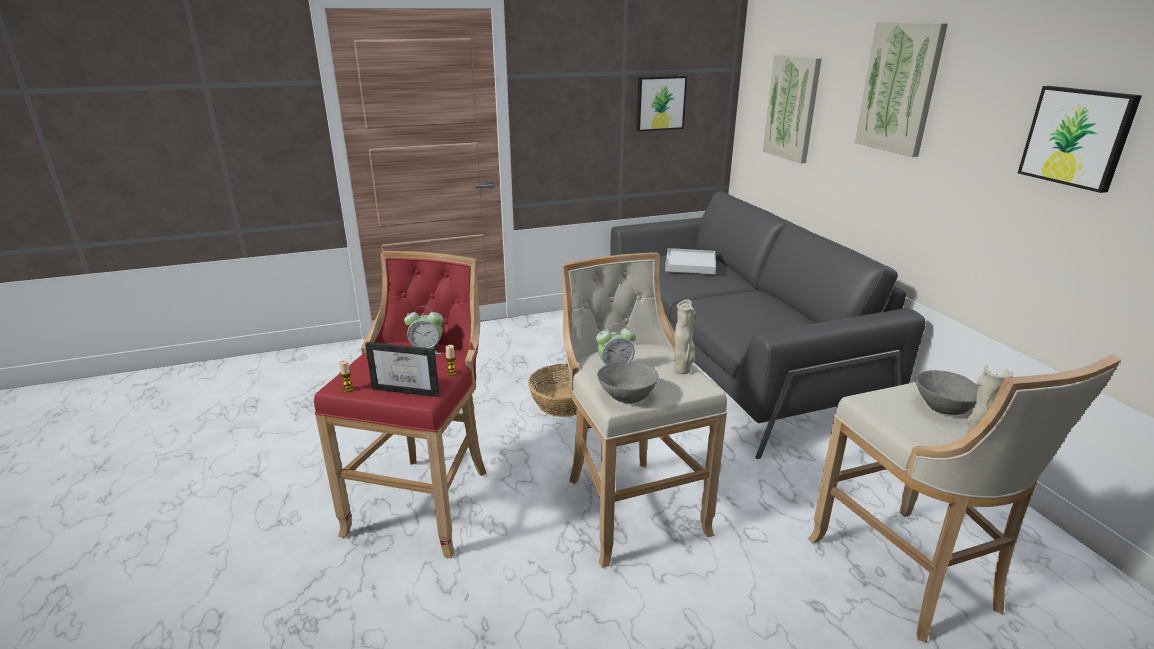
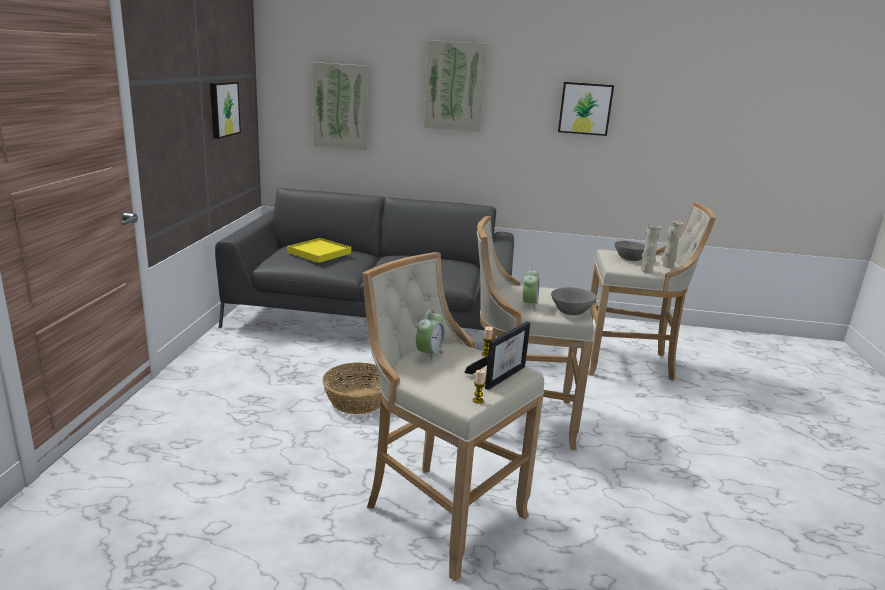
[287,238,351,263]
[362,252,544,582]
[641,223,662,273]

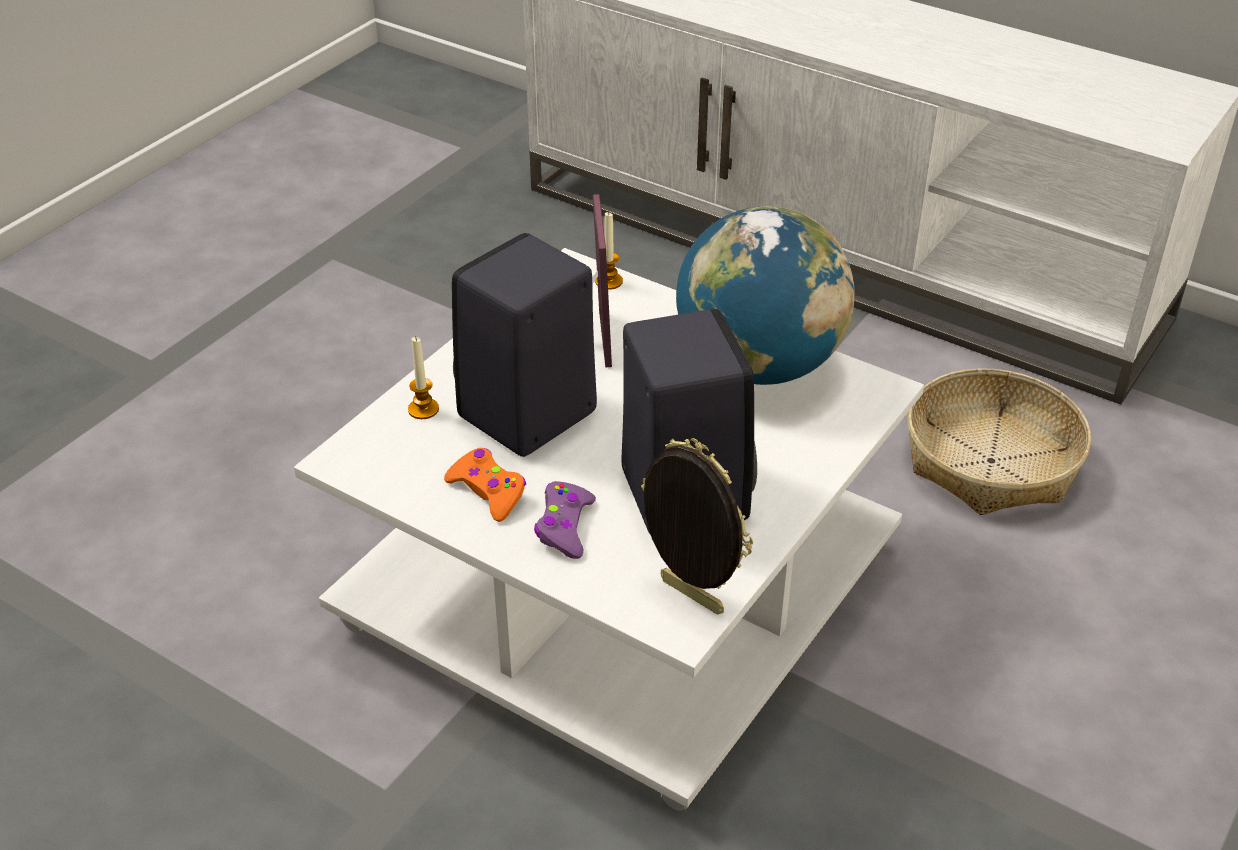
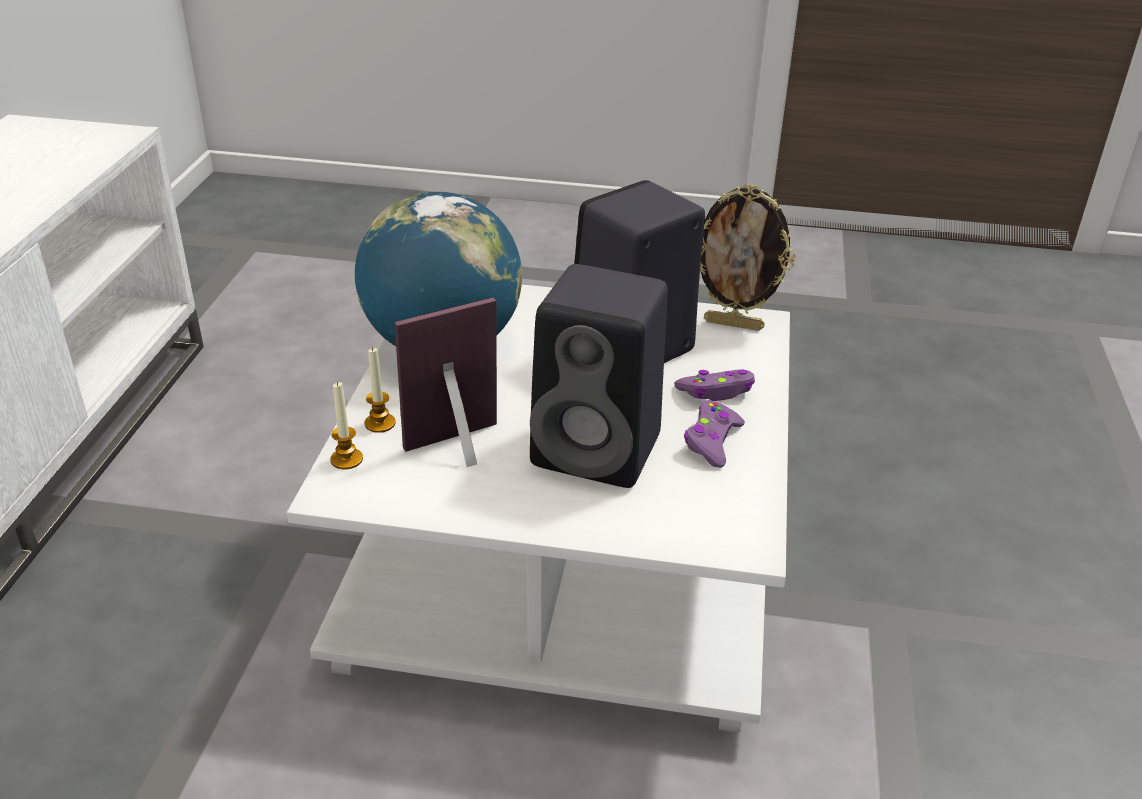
[365,347,396,433]
[684,400,745,468]
[700,184,796,331]
[907,368,1091,515] (first image)

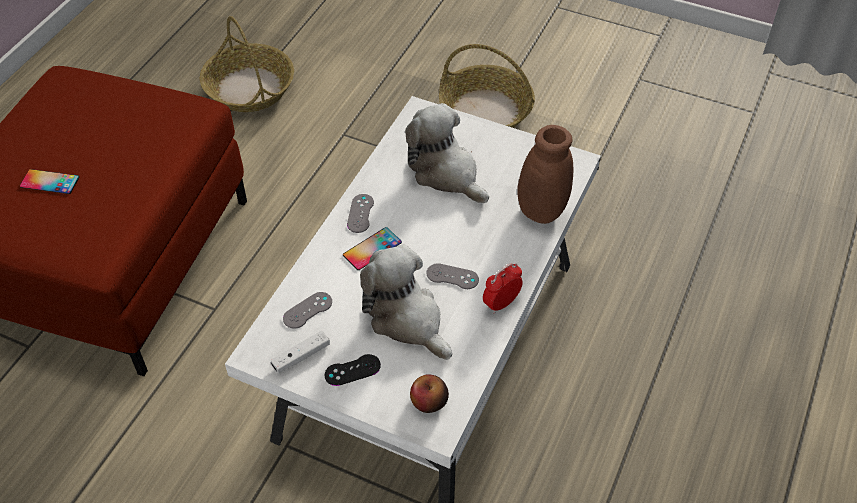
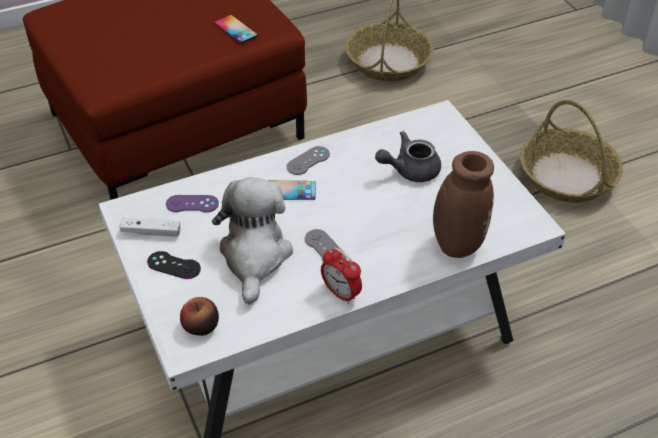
[166,195,219,212]
[215,15,258,43]
[321,247,362,304]
[375,131,441,182]

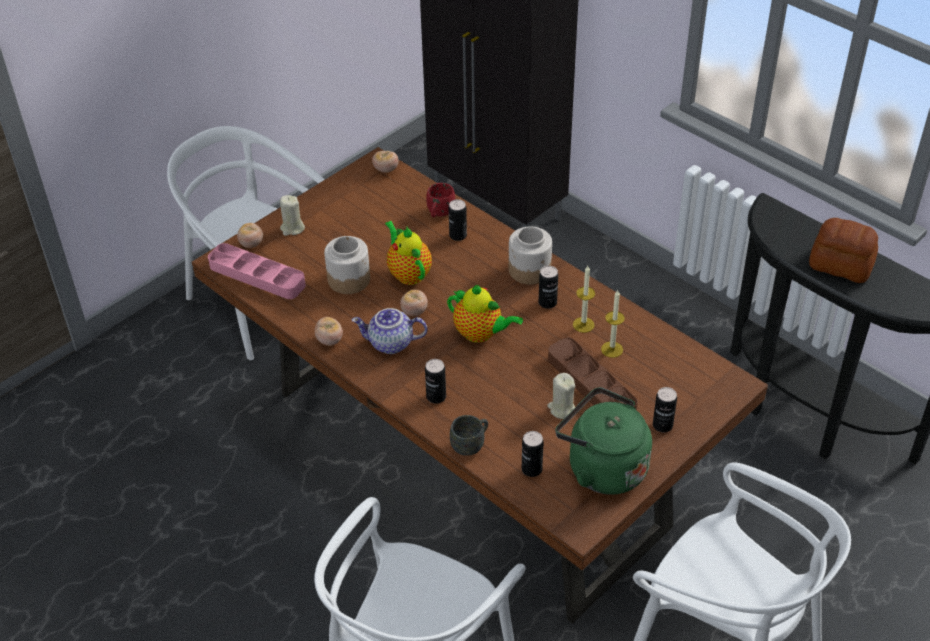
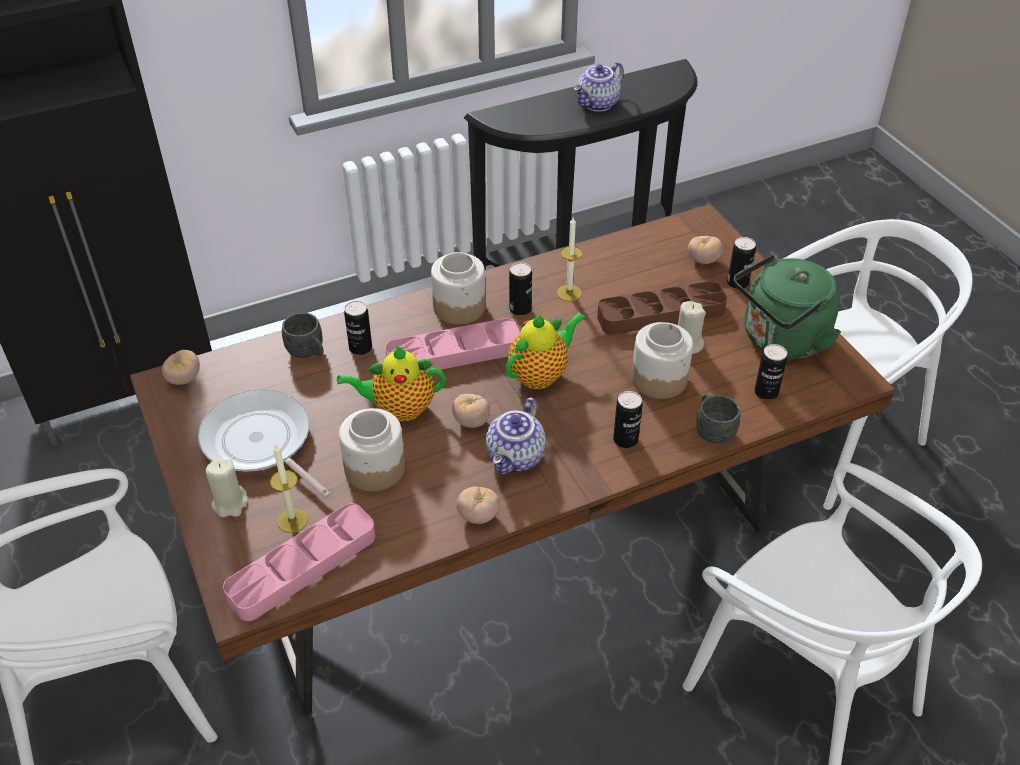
[198,389,331,498]
[270,443,308,533]
[282,312,324,358]
[386,318,520,370]
[574,62,624,112]
[632,322,693,399]
[688,236,723,264]

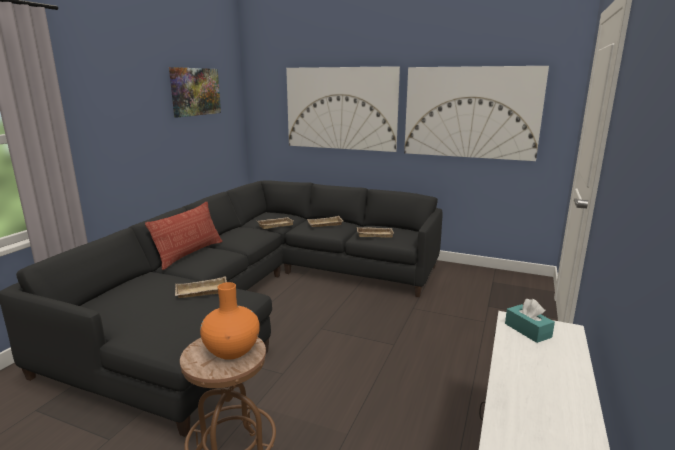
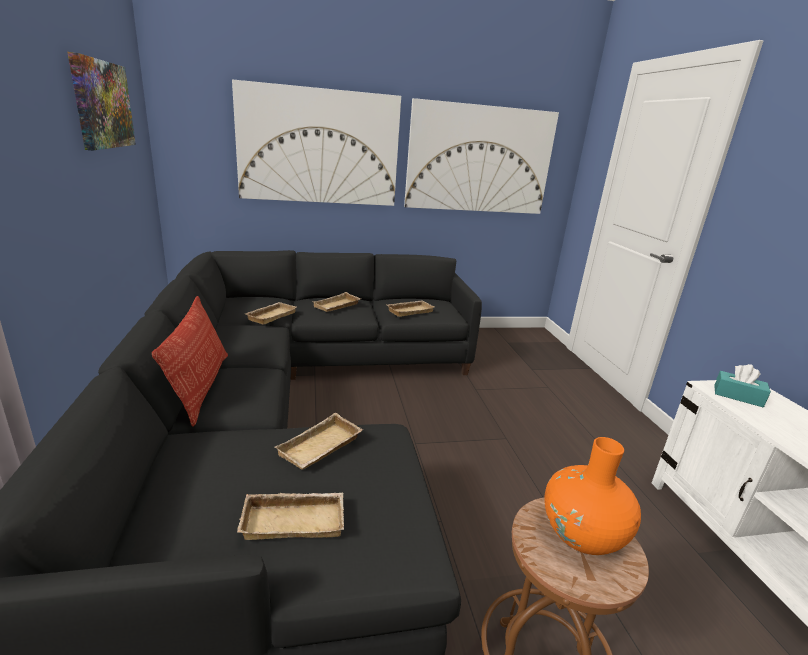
[237,493,344,540]

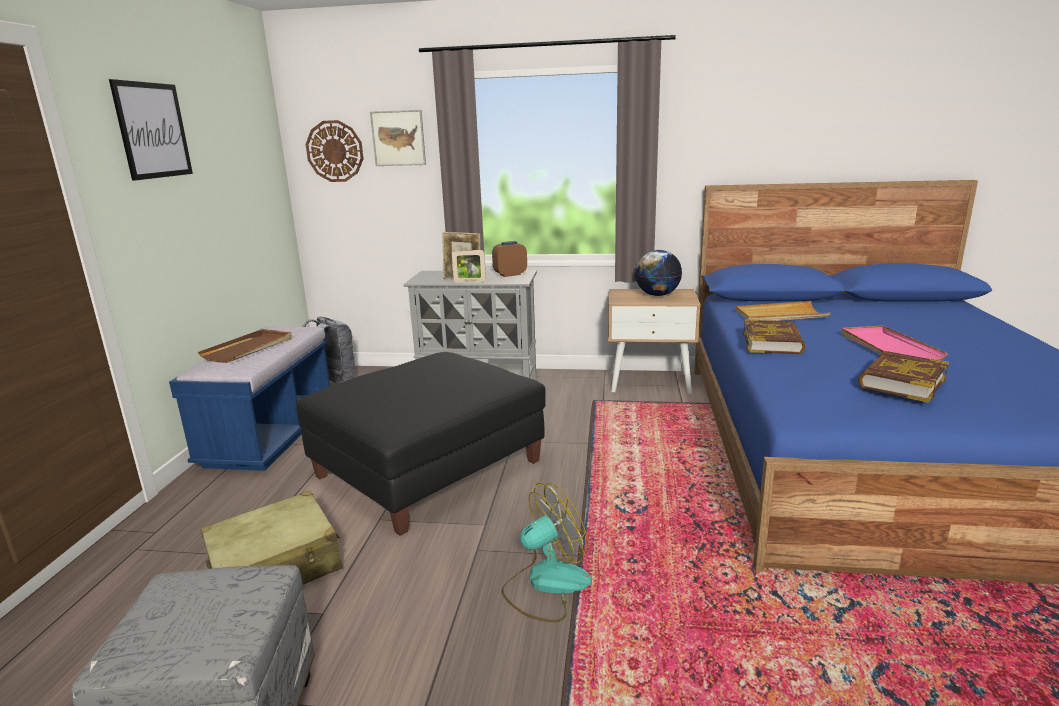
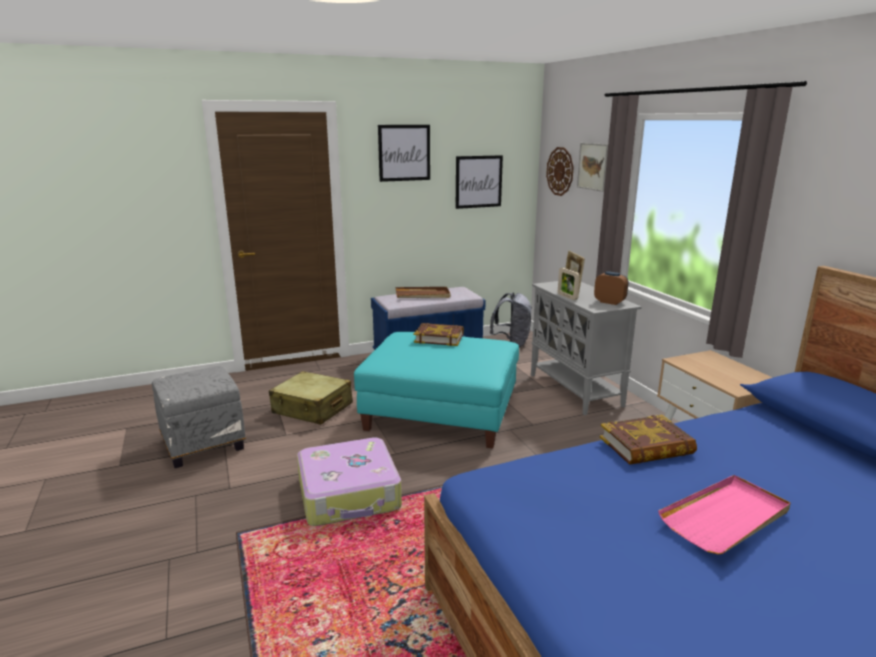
[297,437,402,526]
[354,331,519,448]
[414,323,464,346]
[456,155,503,209]
[635,250,682,296] (first image)
[736,301,831,321] (first image)

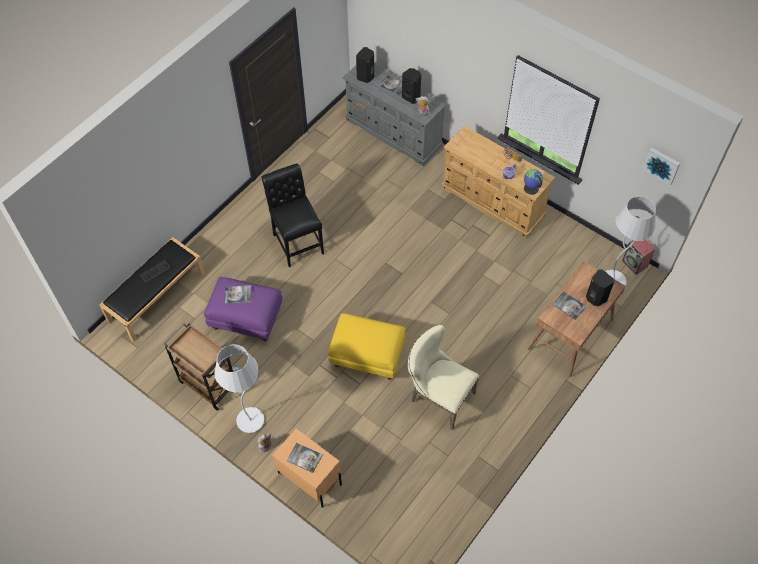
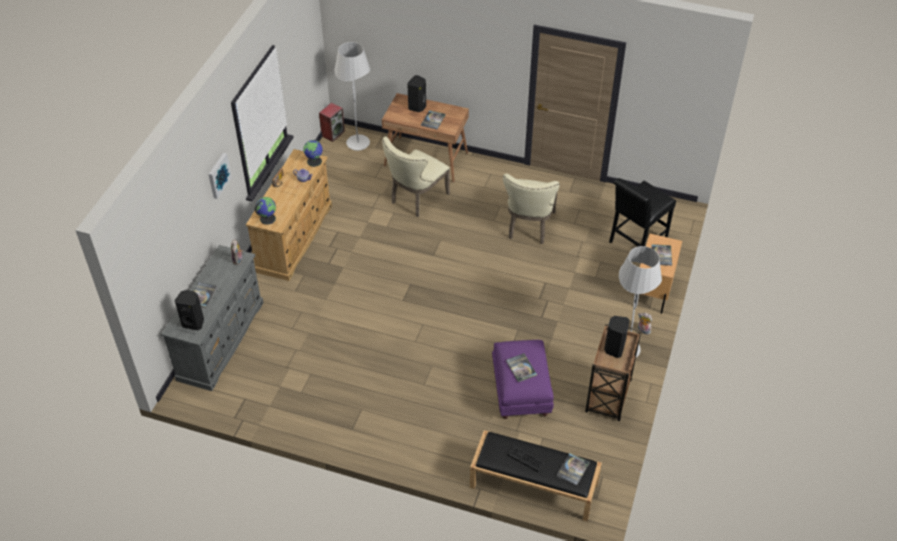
[209,153,232,199]
[255,197,276,225]
[382,136,450,217]
[556,453,590,486]
[604,316,629,358]
[609,178,676,247]
[328,313,405,379] (first image)

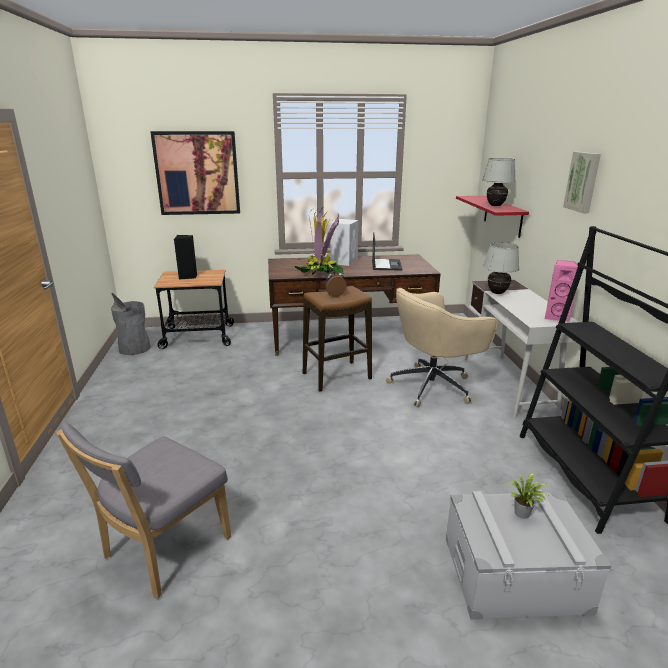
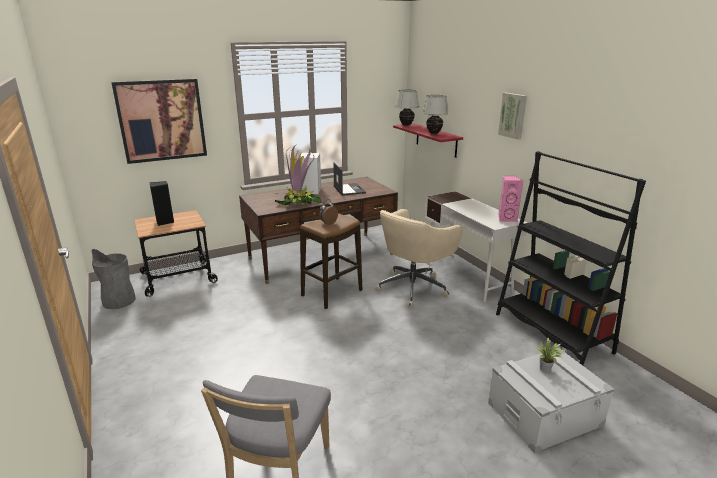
[395,89,419,126]

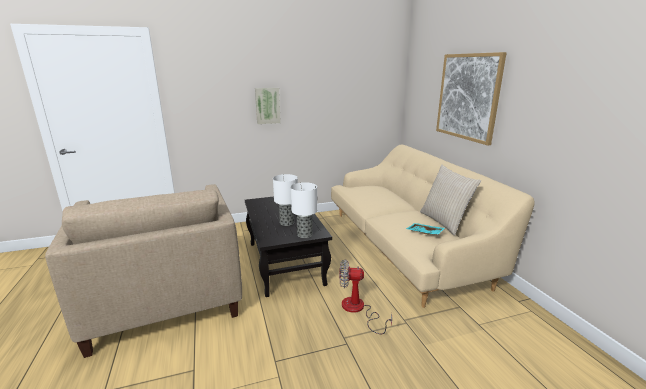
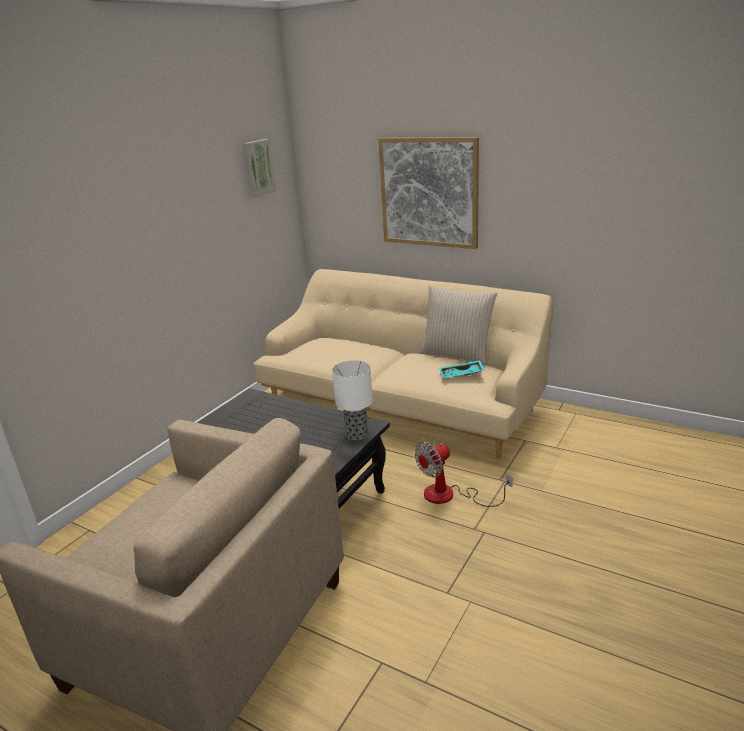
[243,139,276,198]
[273,174,298,226] (first image)

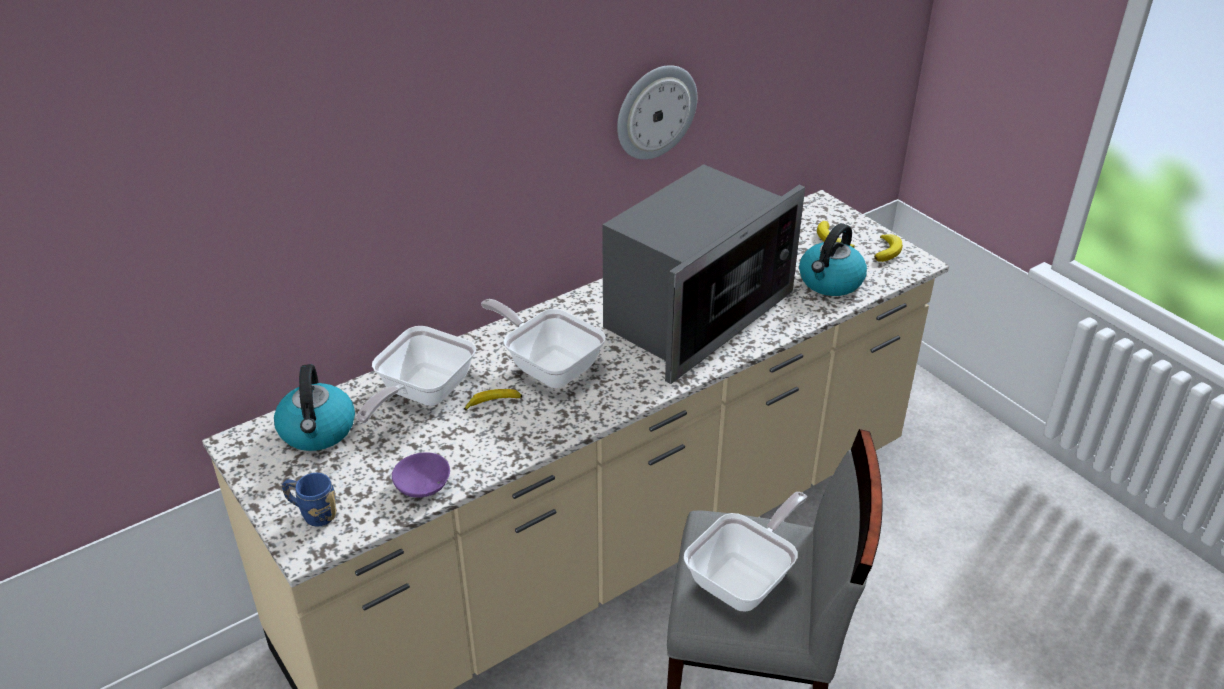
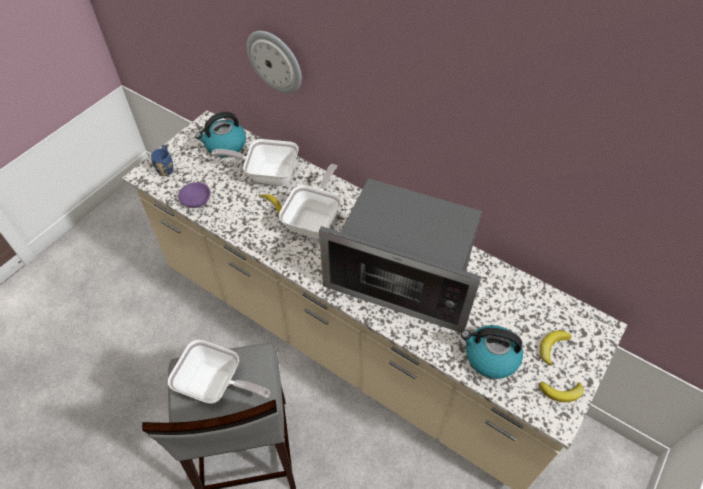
[247,31,302,93]

